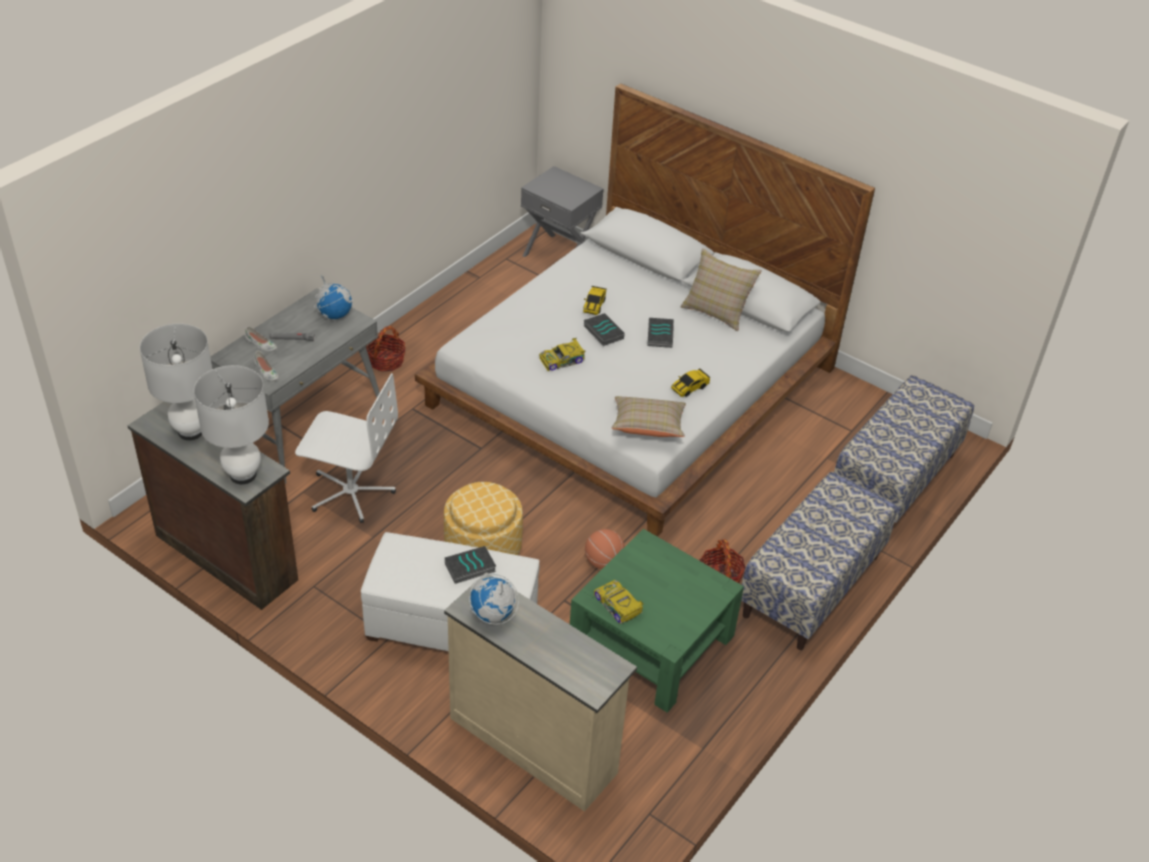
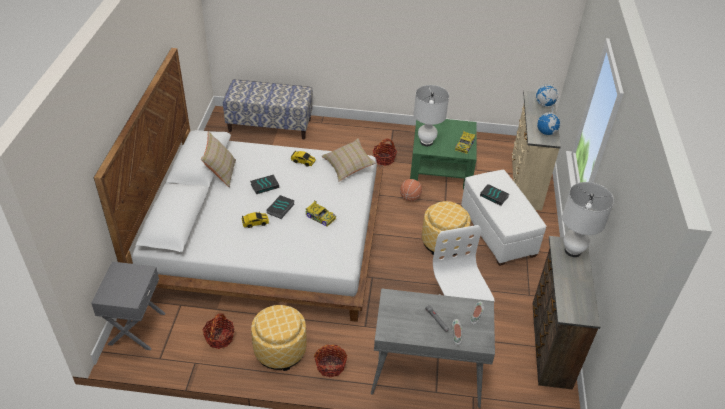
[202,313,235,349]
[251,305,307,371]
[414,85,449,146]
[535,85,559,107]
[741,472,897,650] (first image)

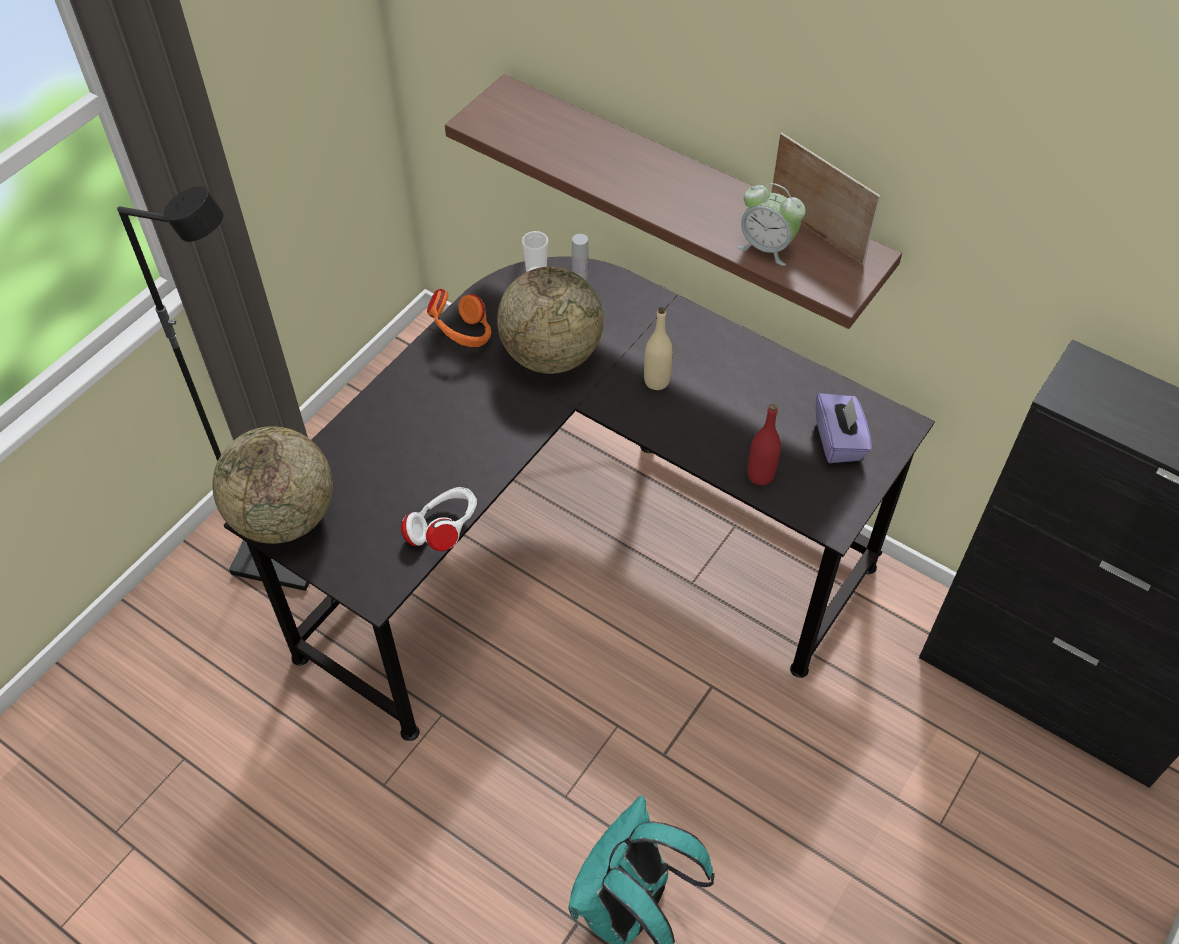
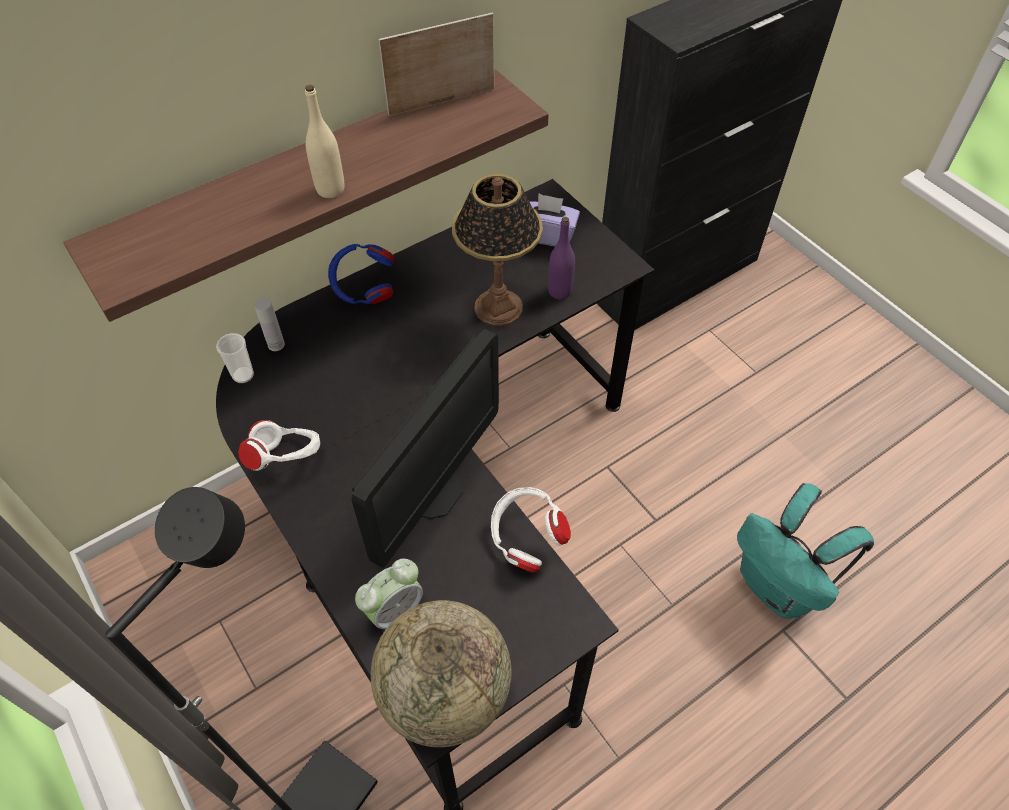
[238,420,320,471]
[305,85,344,198]
[328,244,394,304]
[352,329,499,568]
[355,559,423,638]
[452,174,543,326]
[548,217,575,300]
[497,267,603,374] (first image)

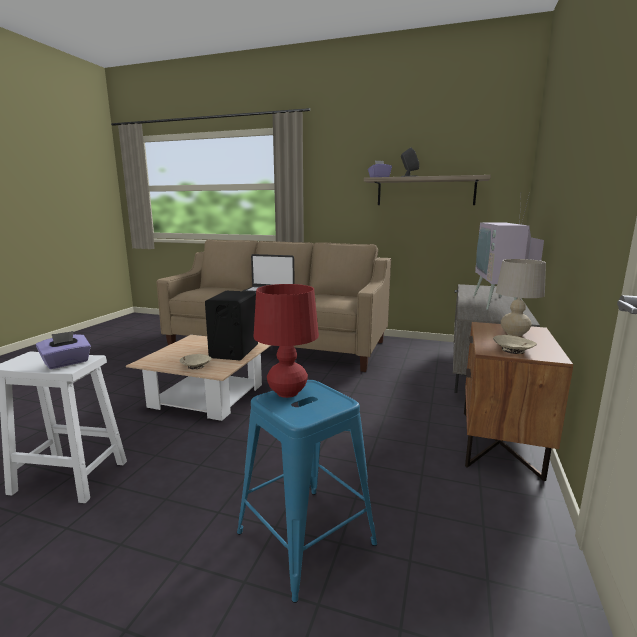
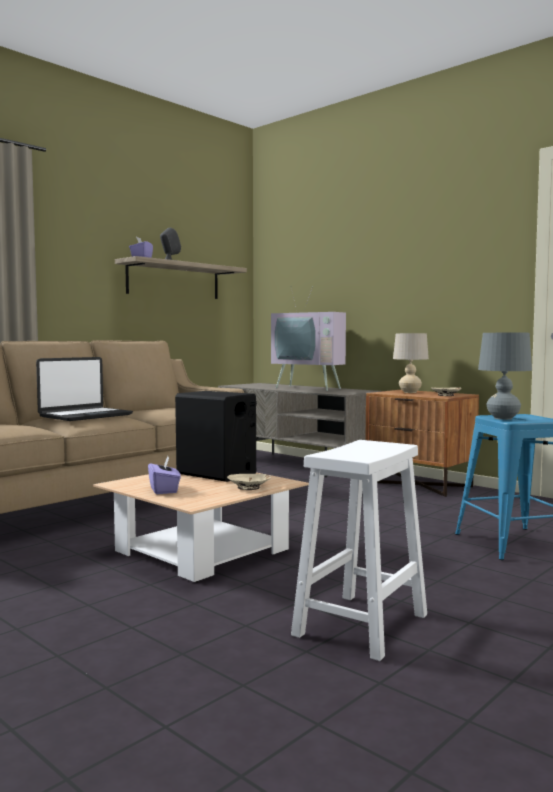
[148,456,181,494]
[478,333,532,420]

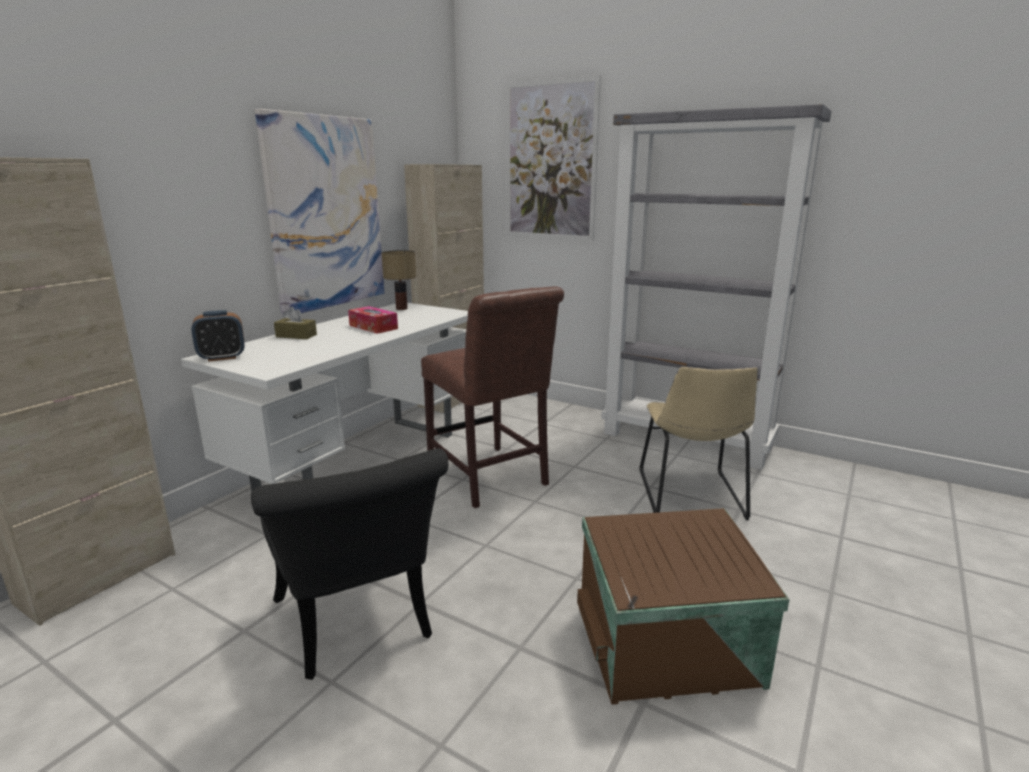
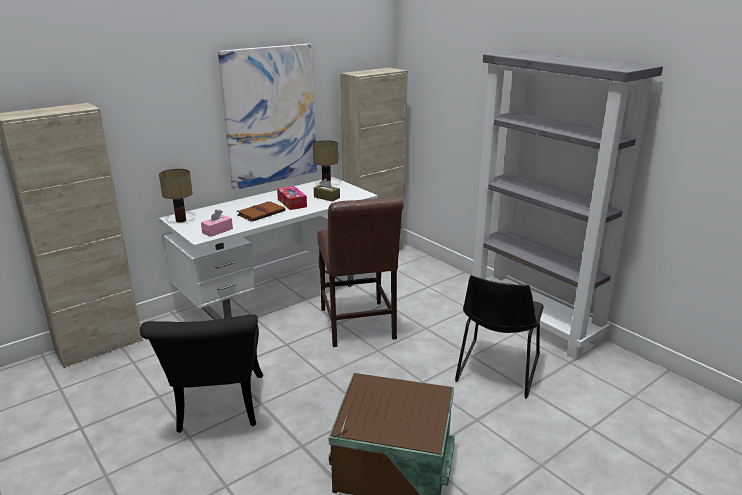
[159,169,193,223]
[201,209,233,237]
[237,201,285,222]
[314,179,340,202]
[455,275,544,399]
[506,75,601,241] (first image)

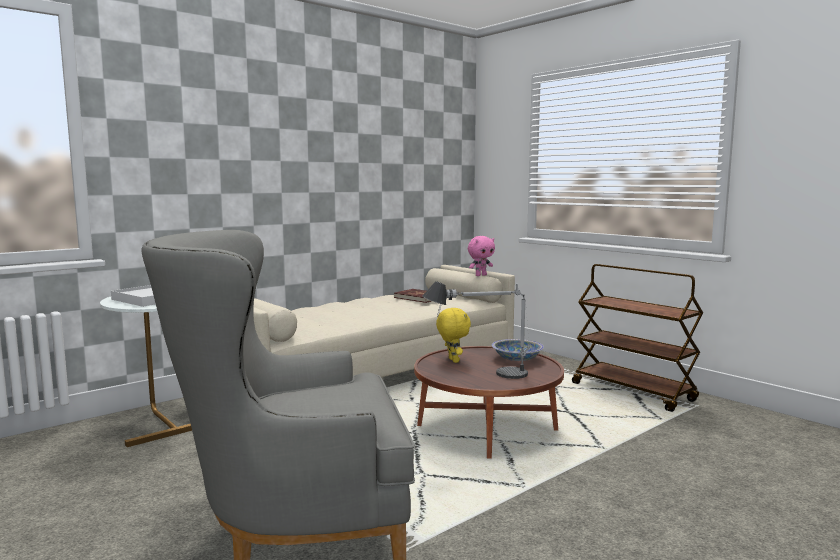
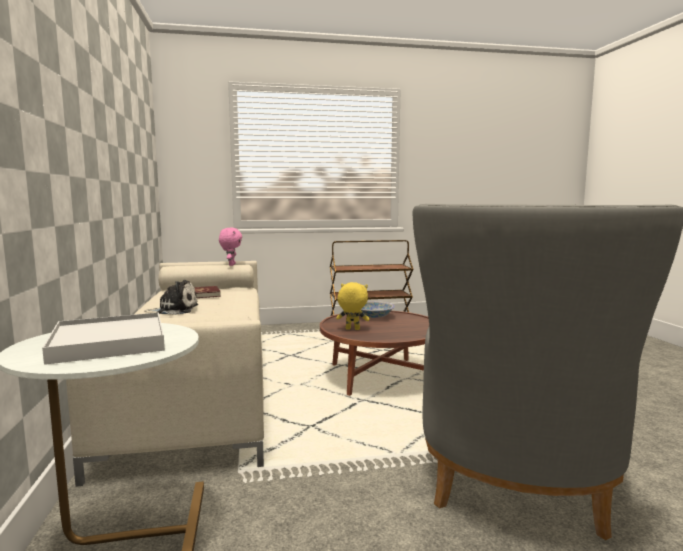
[144,280,198,315]
[422,281,530,379] (first image)

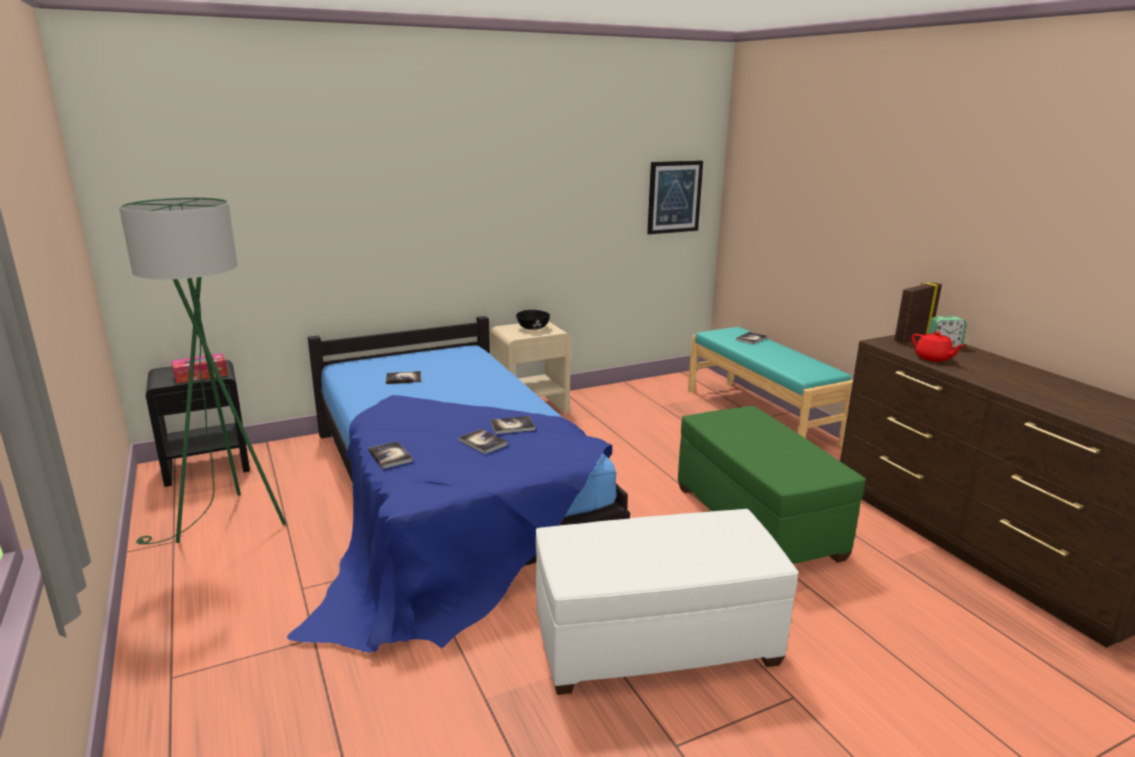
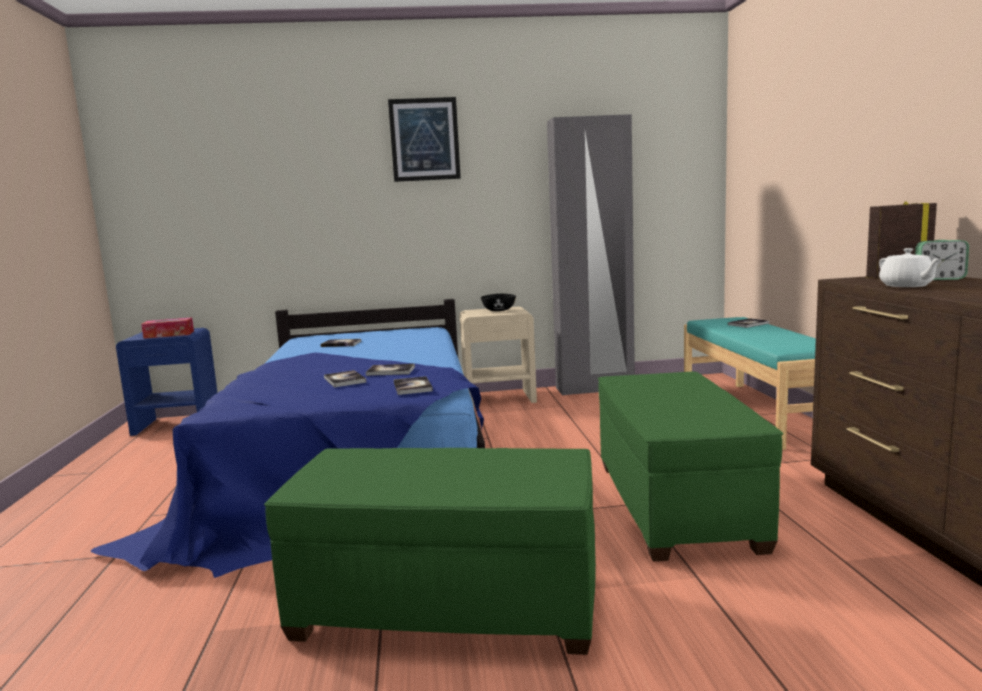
[116,328,218,436]
[264,448,596,655]
[388,97,461,182]
[394,376,433,395]
[547,114,635,395]
[879,248,941,287]
[119,197,286,544] (first image)

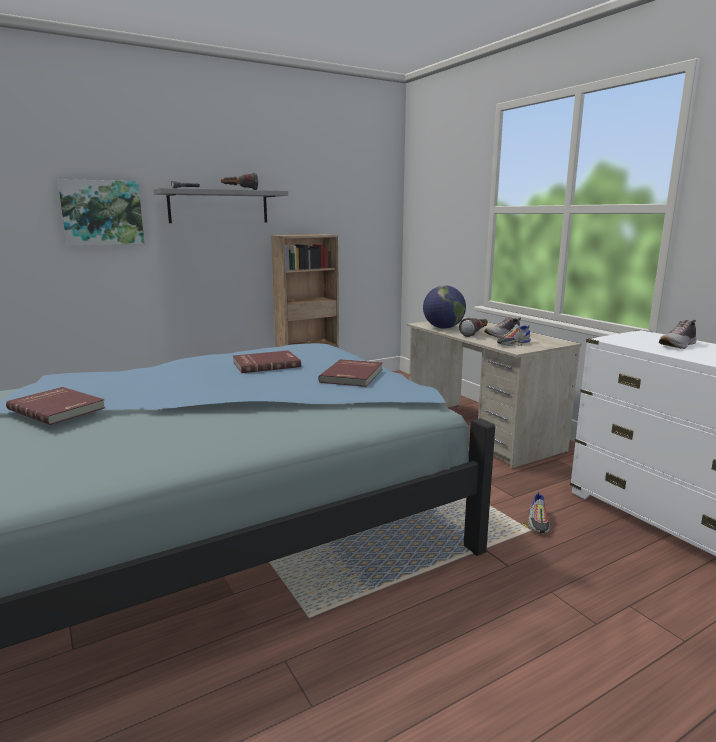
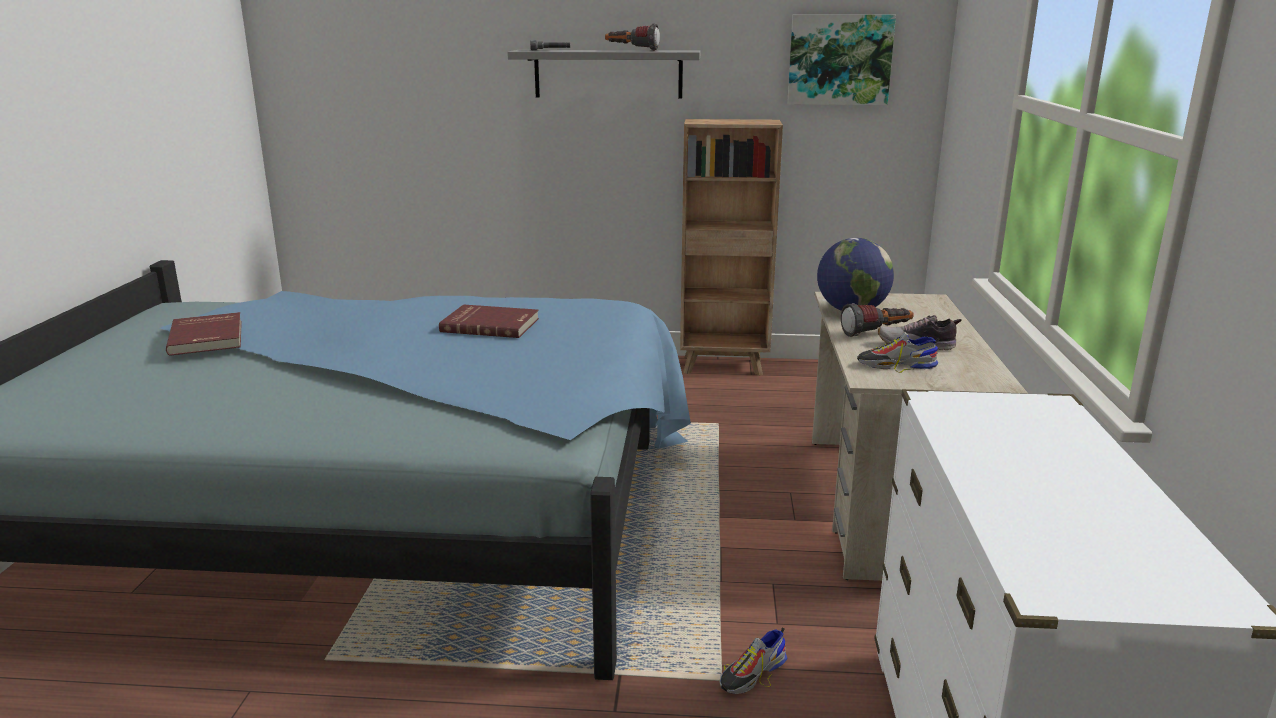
[787,15,896,105]
[318,359,383,387] (first image)
[659,320,696,349] (first image)

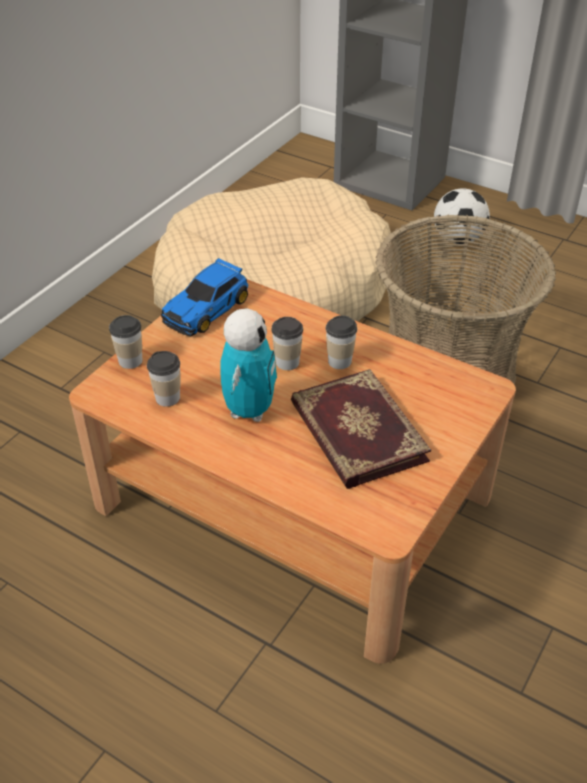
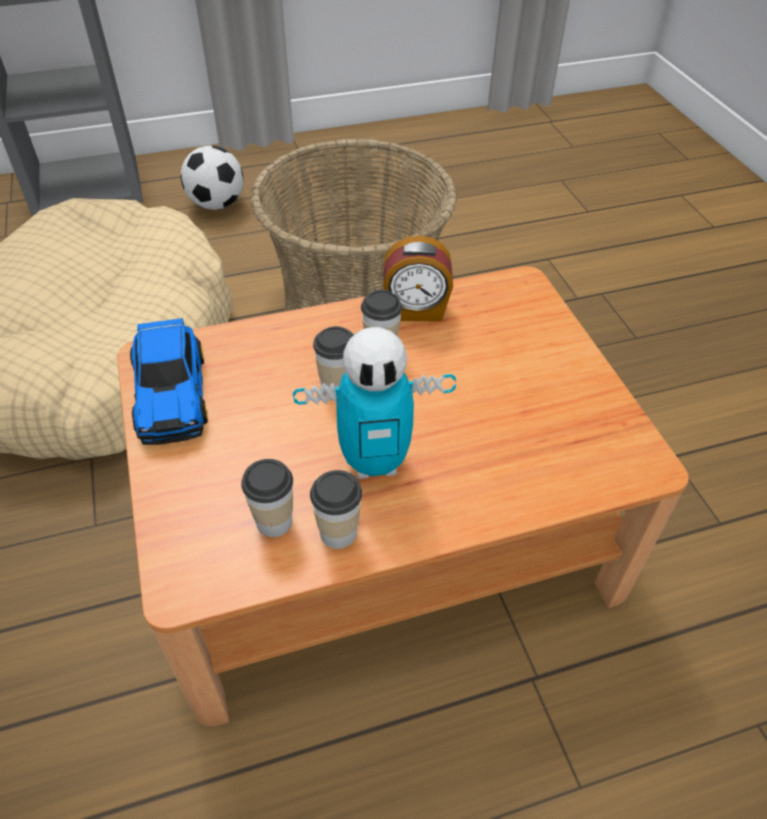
[293,327,456,479]
[310,470,362,549]
[383,235,453,322]
[291,369,431,489] (first image)

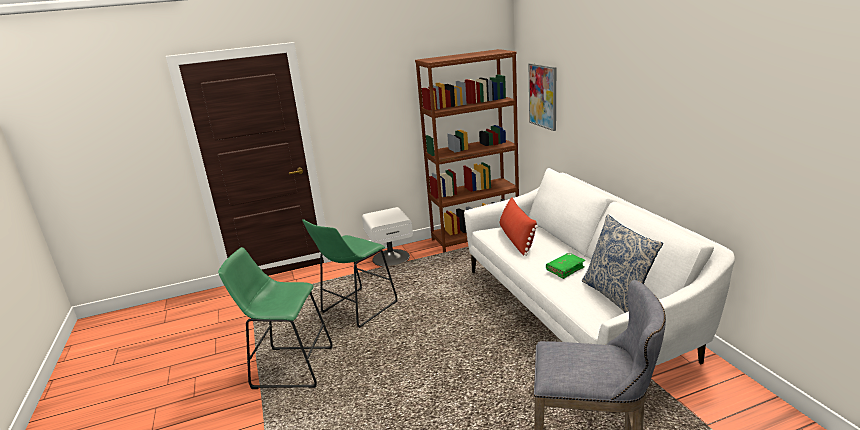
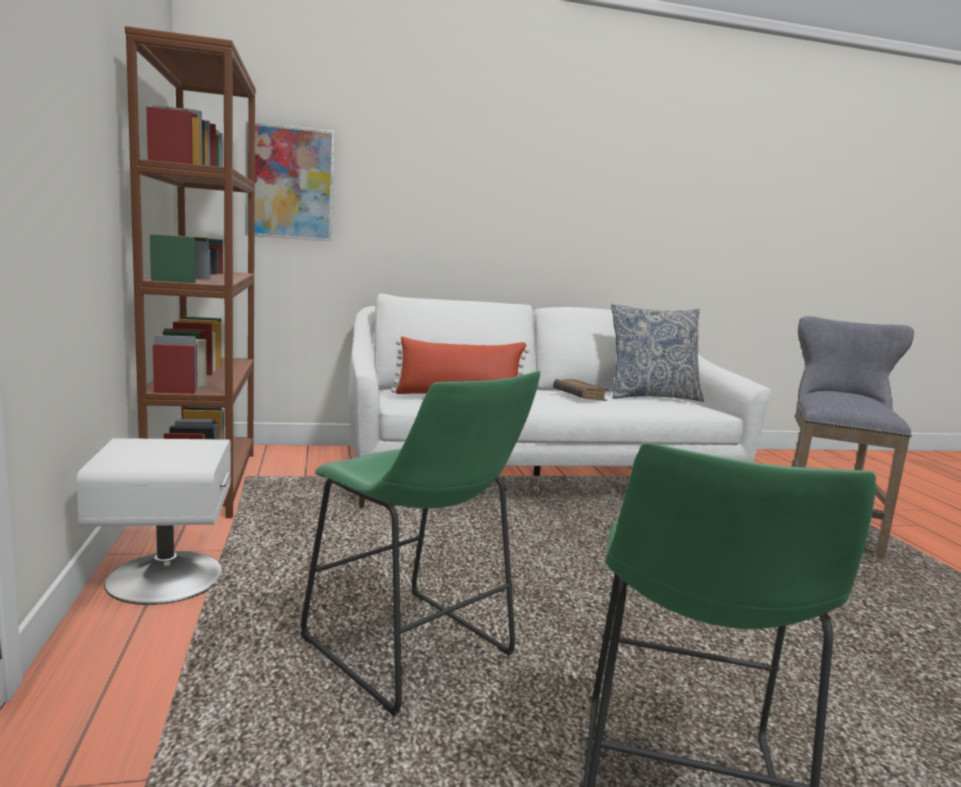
[553,379,609,401]

